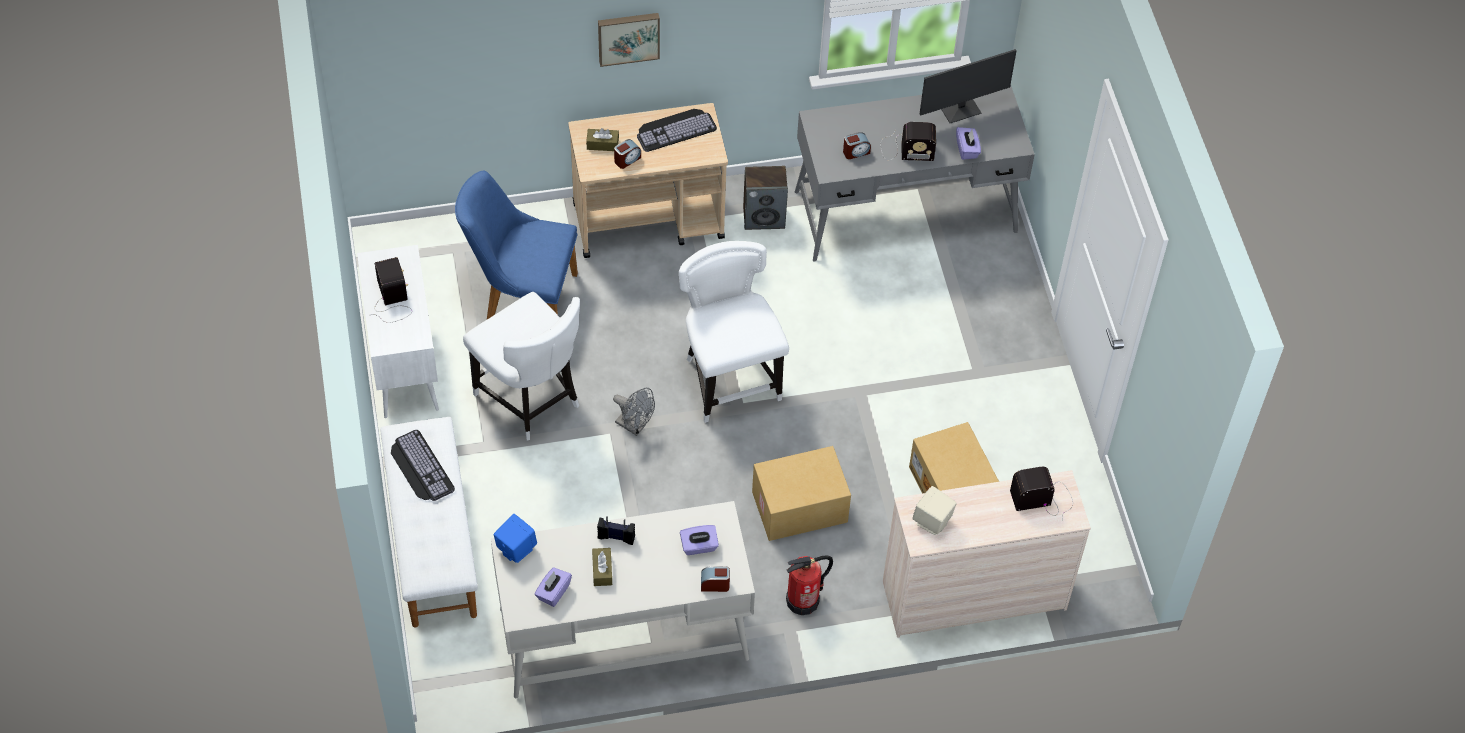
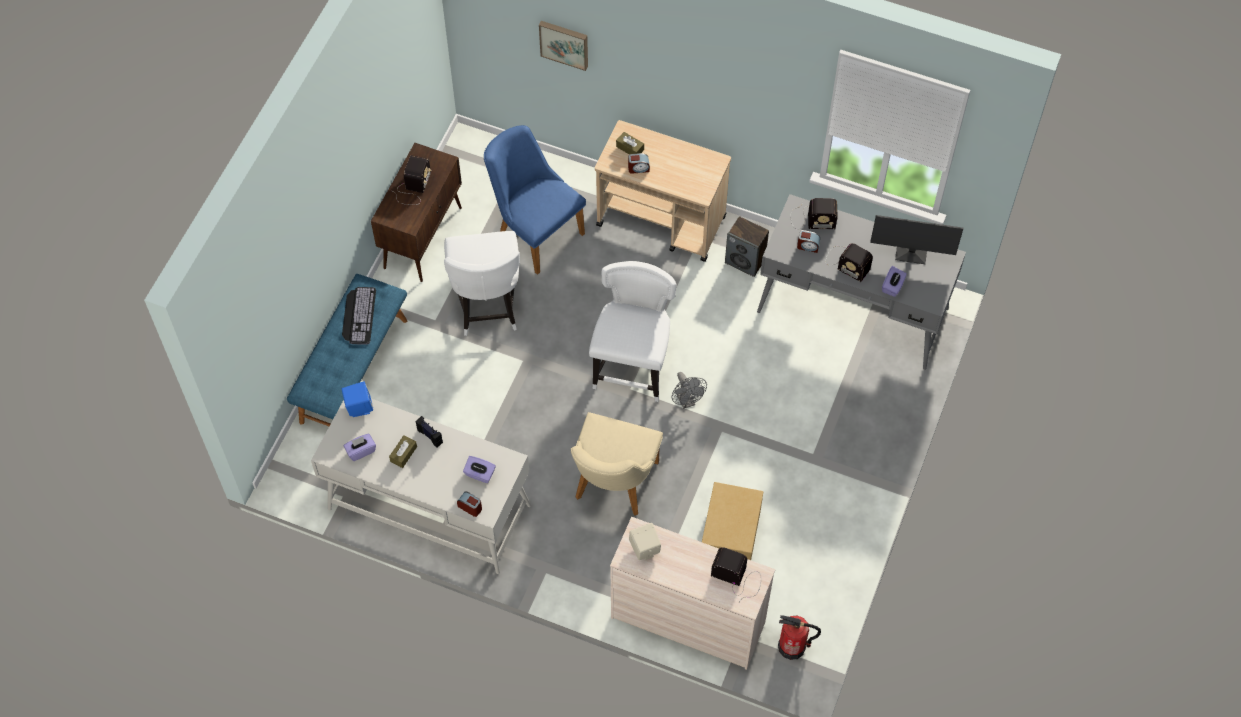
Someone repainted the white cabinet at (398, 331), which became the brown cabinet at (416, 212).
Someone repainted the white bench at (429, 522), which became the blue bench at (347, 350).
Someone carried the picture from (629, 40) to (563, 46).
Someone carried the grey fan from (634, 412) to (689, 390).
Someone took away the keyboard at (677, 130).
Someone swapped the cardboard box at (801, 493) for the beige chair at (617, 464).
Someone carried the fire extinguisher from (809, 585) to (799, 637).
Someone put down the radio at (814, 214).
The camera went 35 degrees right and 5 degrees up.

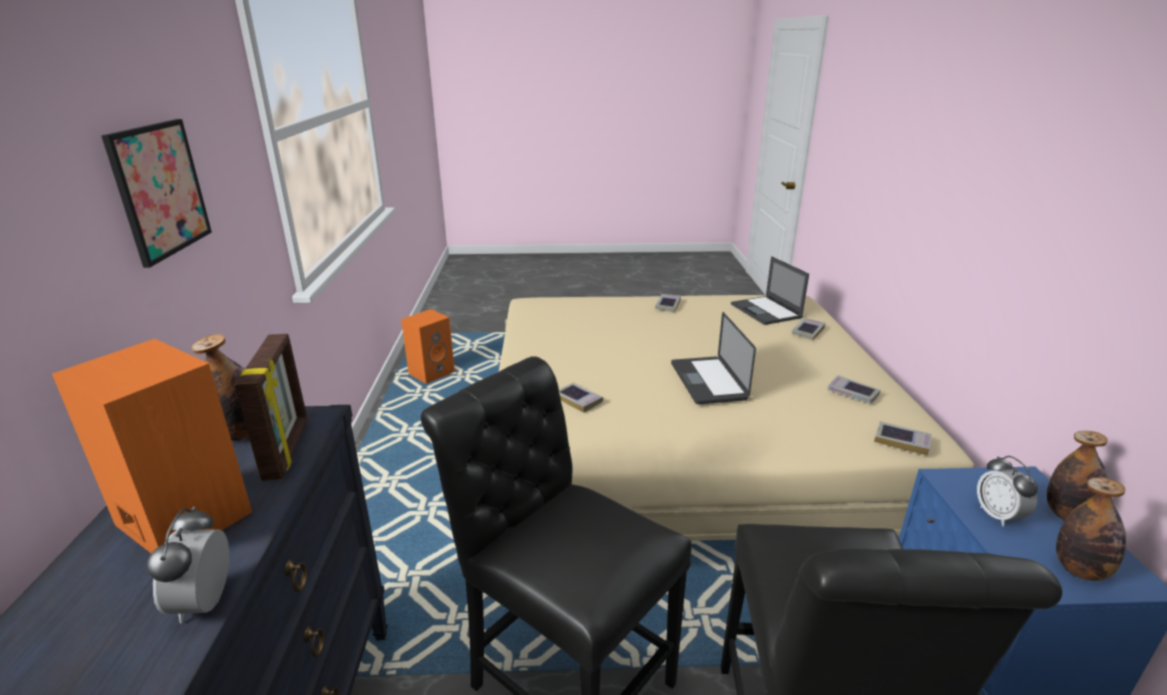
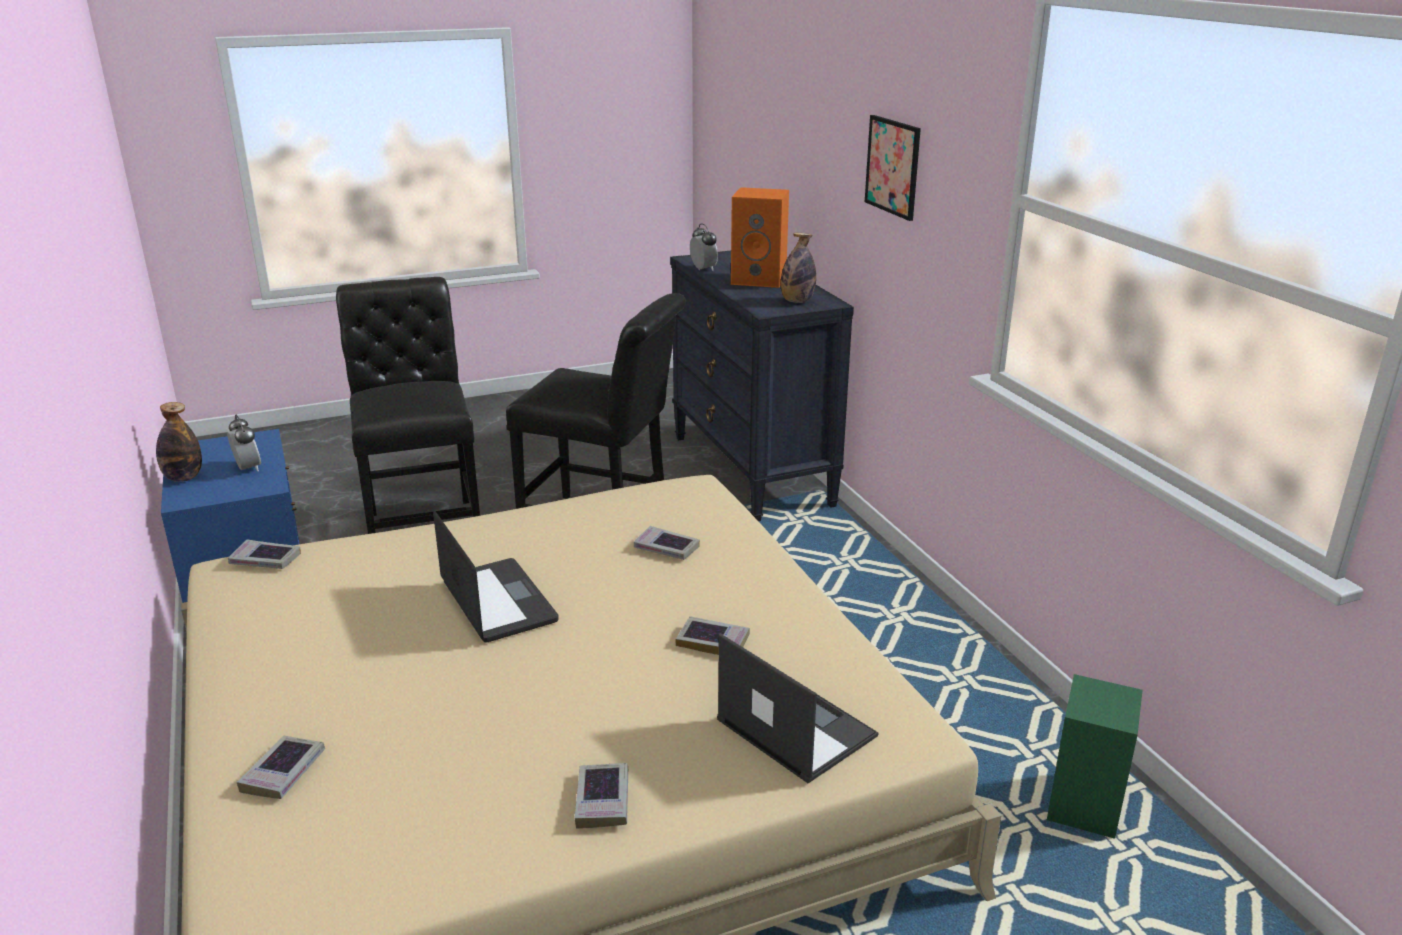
Someone took away the picture frame at (271, 407).
Someone repainted the orange speaker at (428, 346), which became the green speaker at (1095, 756).
Someone carried the laptop from (770, 290) to (797, 708).
Someone carried the book from (854, 389) to (712, 635).
Someone took away the bottle at (1091, 529).
The camera went 160 degrees right and 0 degrees up.

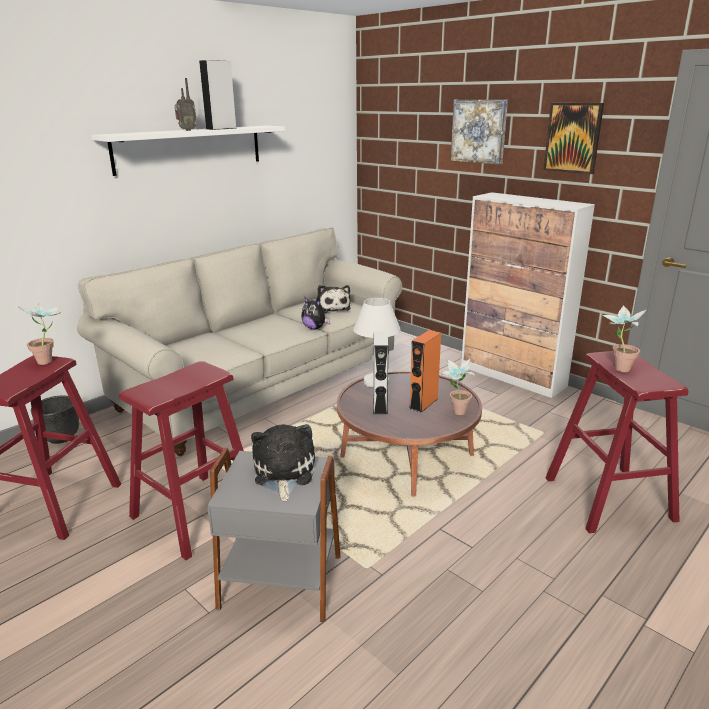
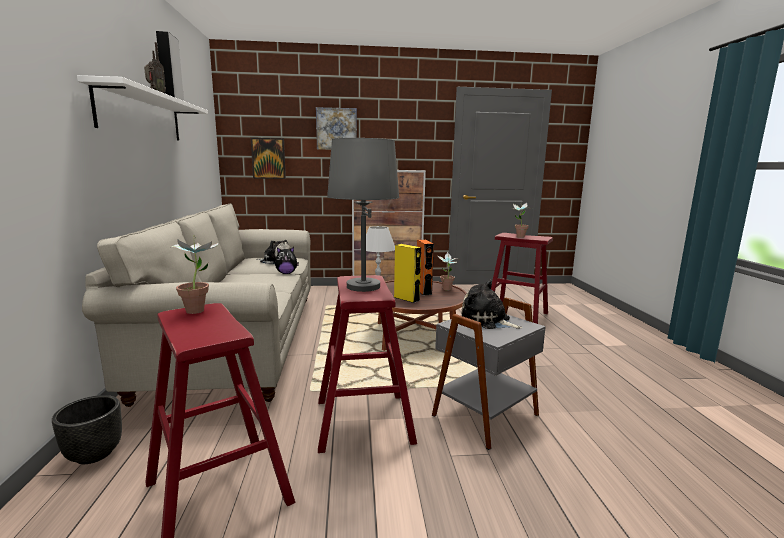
Someone repainted the grey speaker at (380, 373), which became the yellow speaker at (407, 273).
Someone carried the picture from (573, 138) to (268, 158).
Someone put down the grey table lamp at (363, 215).
The camera went 50 degrees left and 10 degrees down.

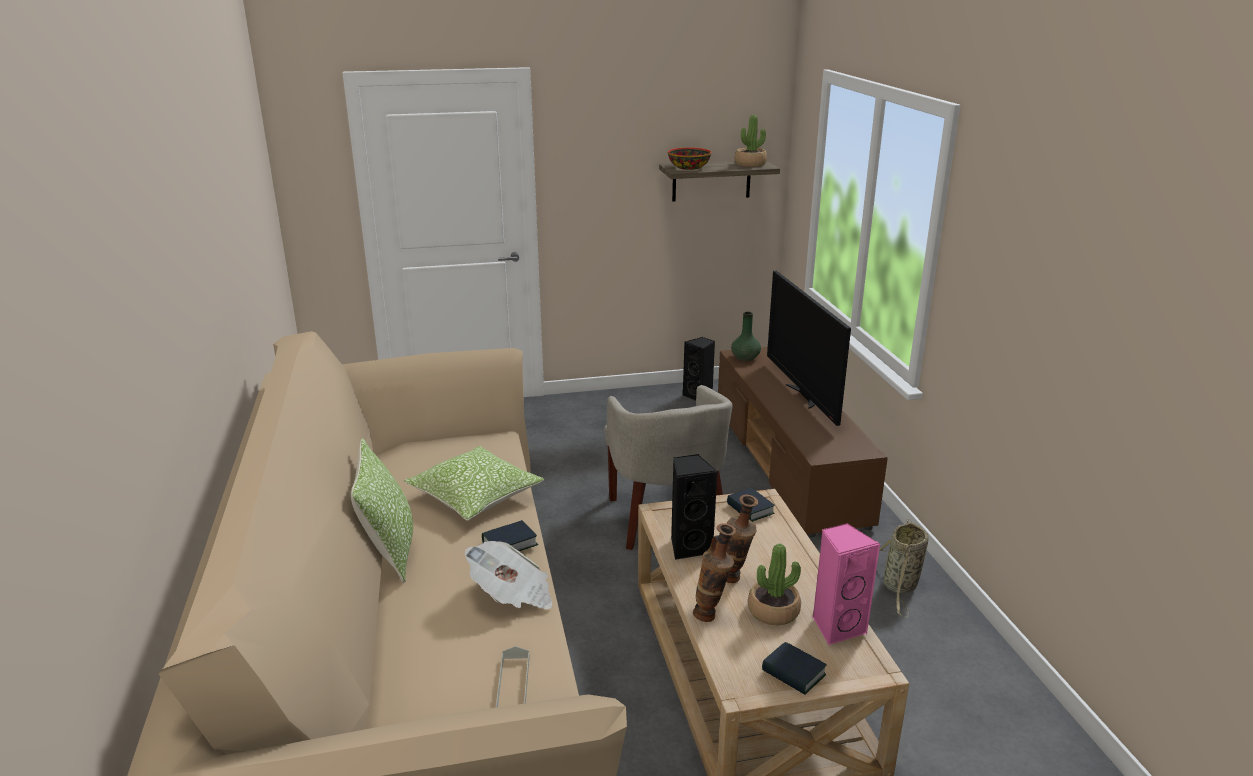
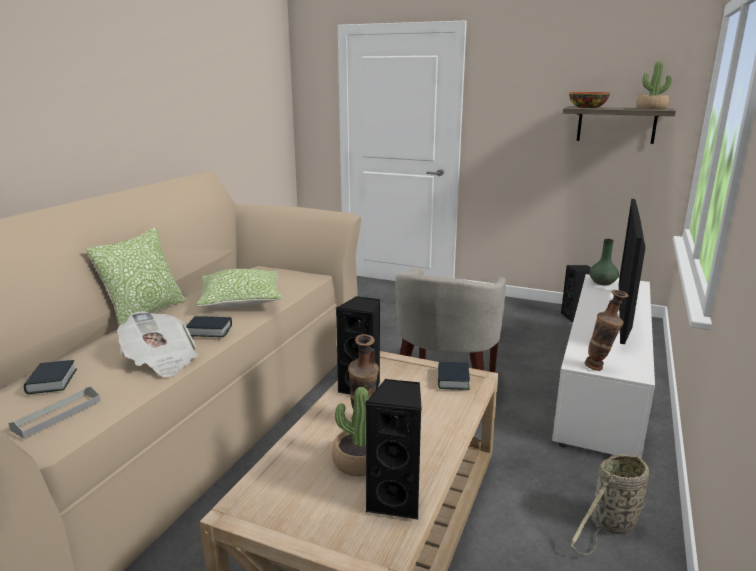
Someone carried the vase from (714, 572) to (607, 330).
Someone repainted the brown tv stand at (803, 442), which became the white tv stand at (603, 366).
Someone carried the book from (794, 668) to (50, 377).
Someone repainted the pink speaker at (846, 584), which became the black speaker at (393, 450).
The camera went 35 degrees right and 5 degrees down.

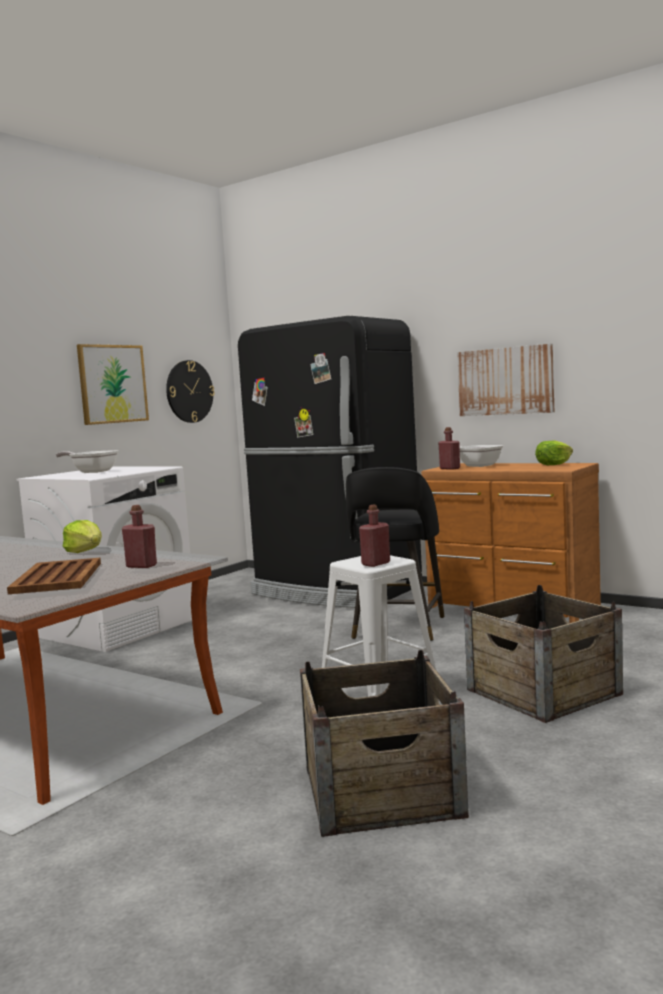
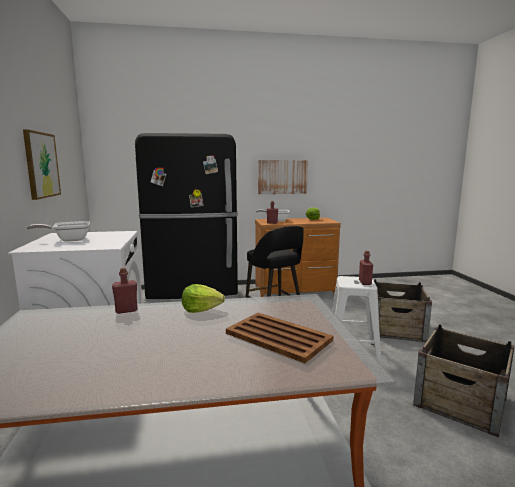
Someone carried the red bottle from (139, 536) to (125, 291).
Someone took away the wall clock at (190, 391).
The camera went 45 degrees left and 5 degrees up.

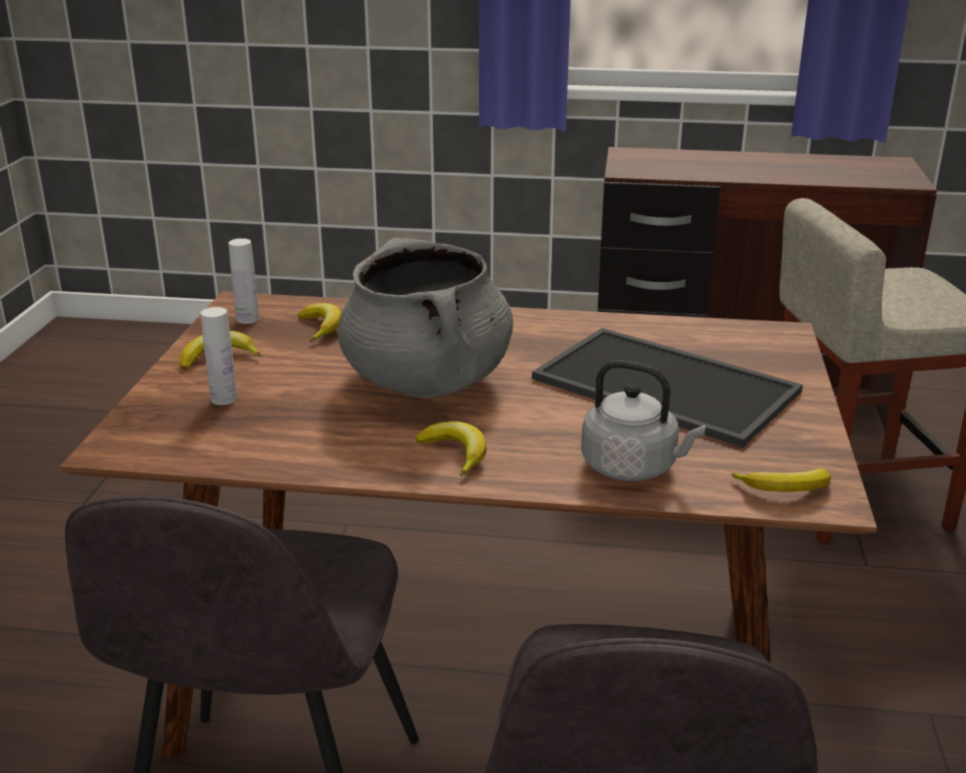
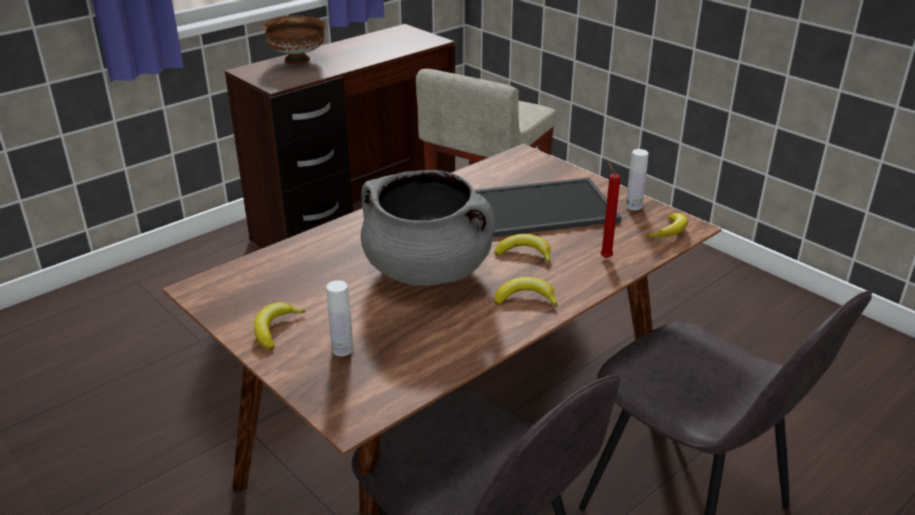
Someone carried the white bottle from (244, 281) to (637, 179).
Someone carried the banana from (319, 322) to (523, 249).
Someone swapped the grey kettle at (643, 420) for the red candle at (610, 210).
Someone put down the brown bowl at (294, 40).
The camera went 50 degrees left and 5 degrees up.

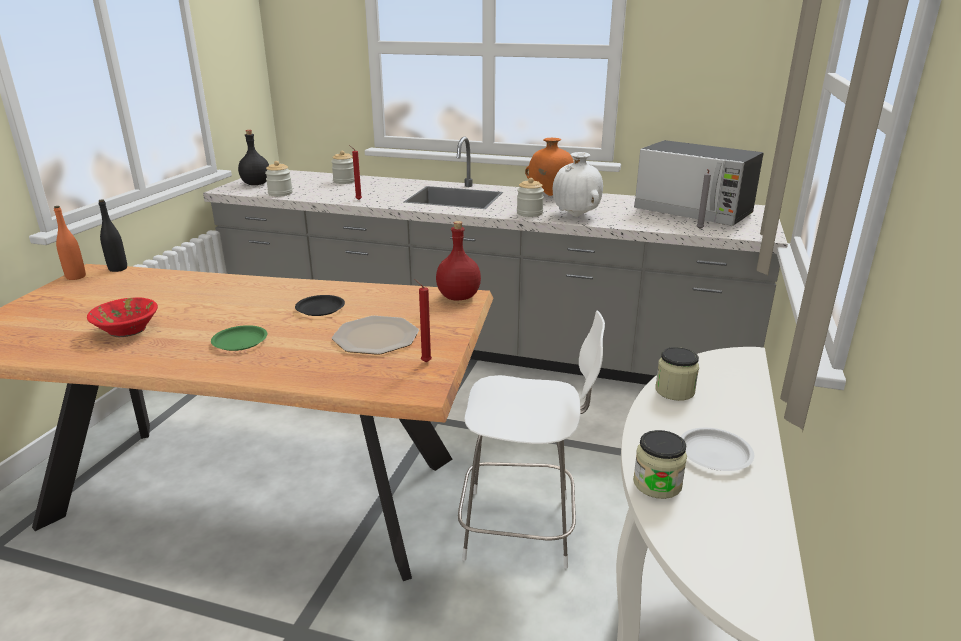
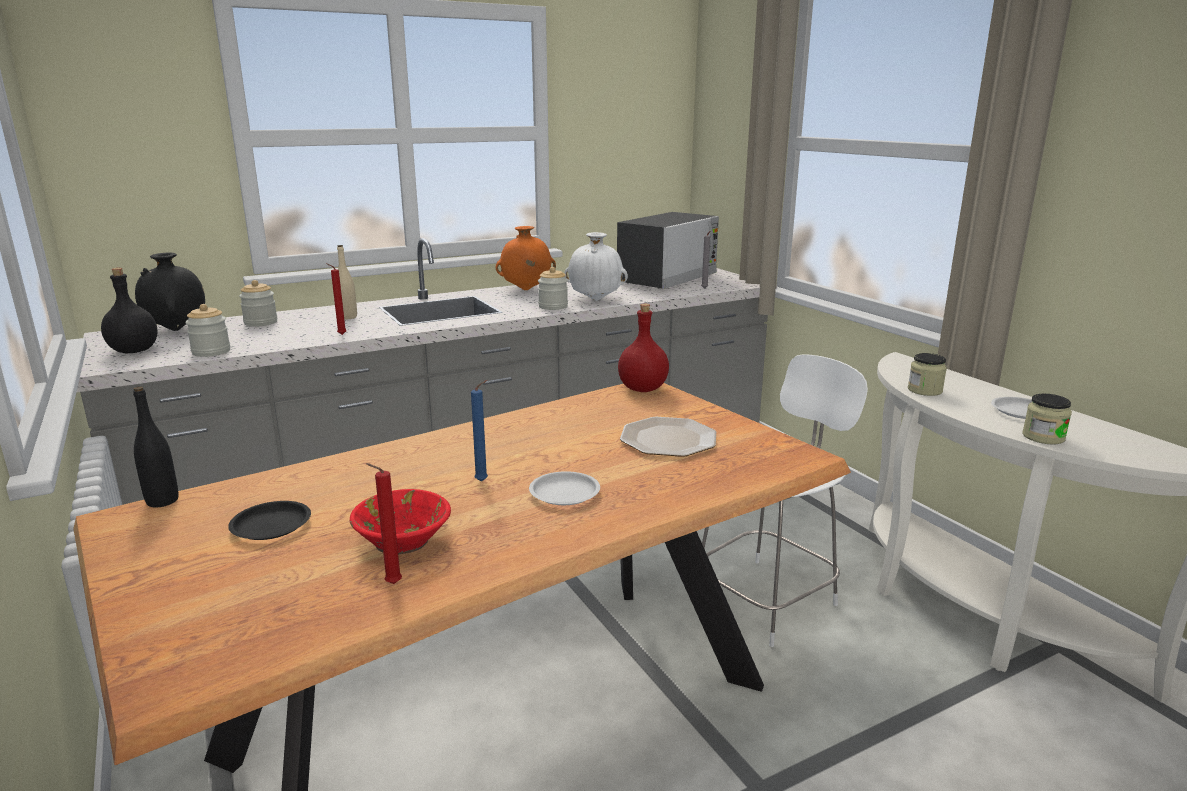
Someone took away the orange bottle at (70, 243).
Someone repainted the green plate at (239, 338), which became the white plate at (564, 488).
Someone carried the black plate from (320, 305) to (269, 520).
Someone carried the red candle from (423, 321) to (384, 523).
Someone rotated the microwave at (699, 183) by 45 degrees counterclockwise.
Someone put down the black vase at (170, 291).
Someone put down the beige bottle at (347, 282).
Someone put down the blue candle at (479, 431).
The camera went 45 degrees left and 5 degrees down.

